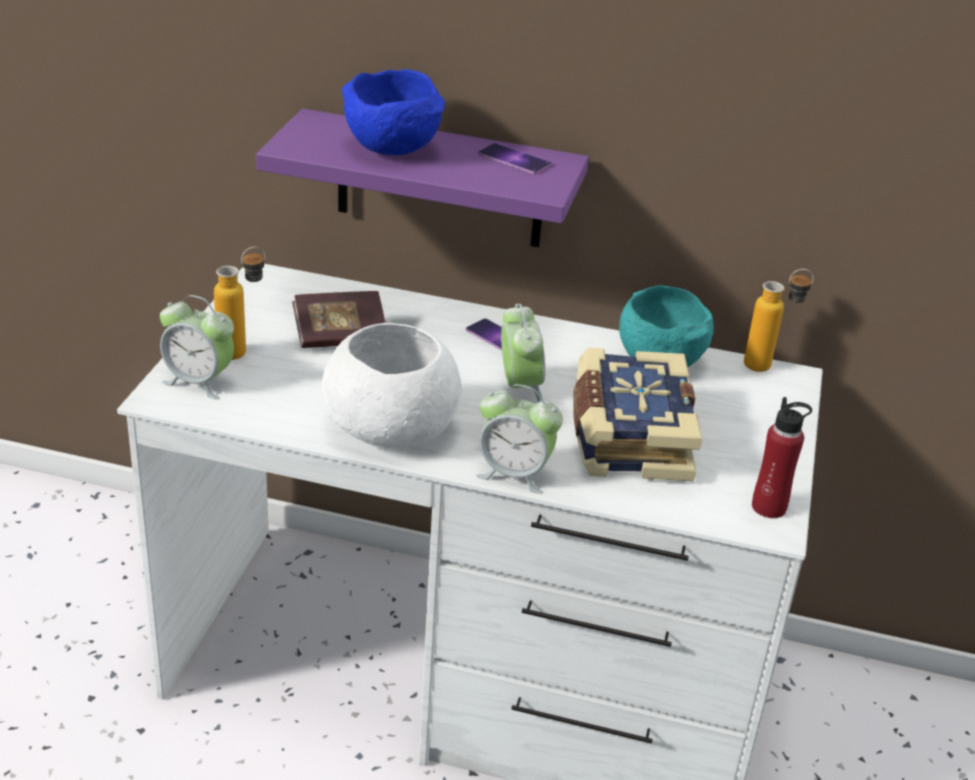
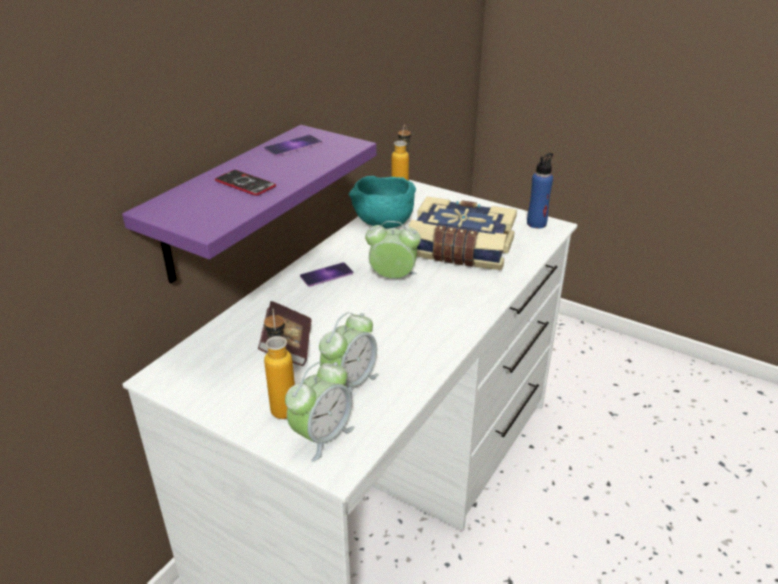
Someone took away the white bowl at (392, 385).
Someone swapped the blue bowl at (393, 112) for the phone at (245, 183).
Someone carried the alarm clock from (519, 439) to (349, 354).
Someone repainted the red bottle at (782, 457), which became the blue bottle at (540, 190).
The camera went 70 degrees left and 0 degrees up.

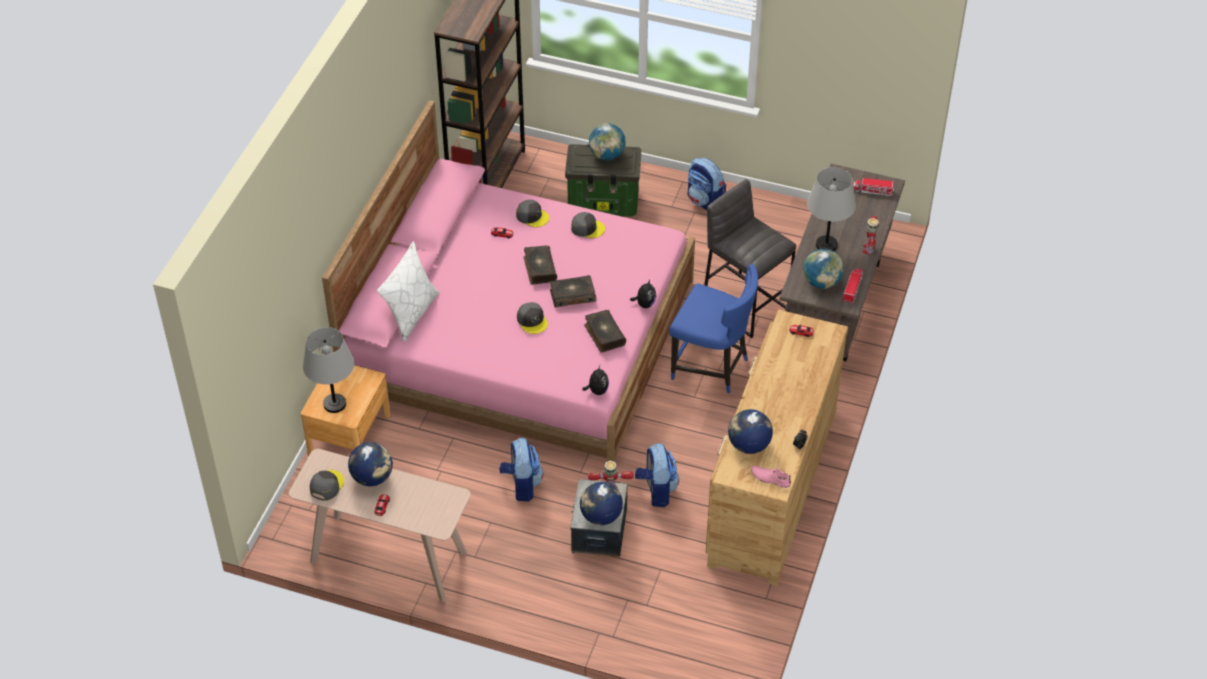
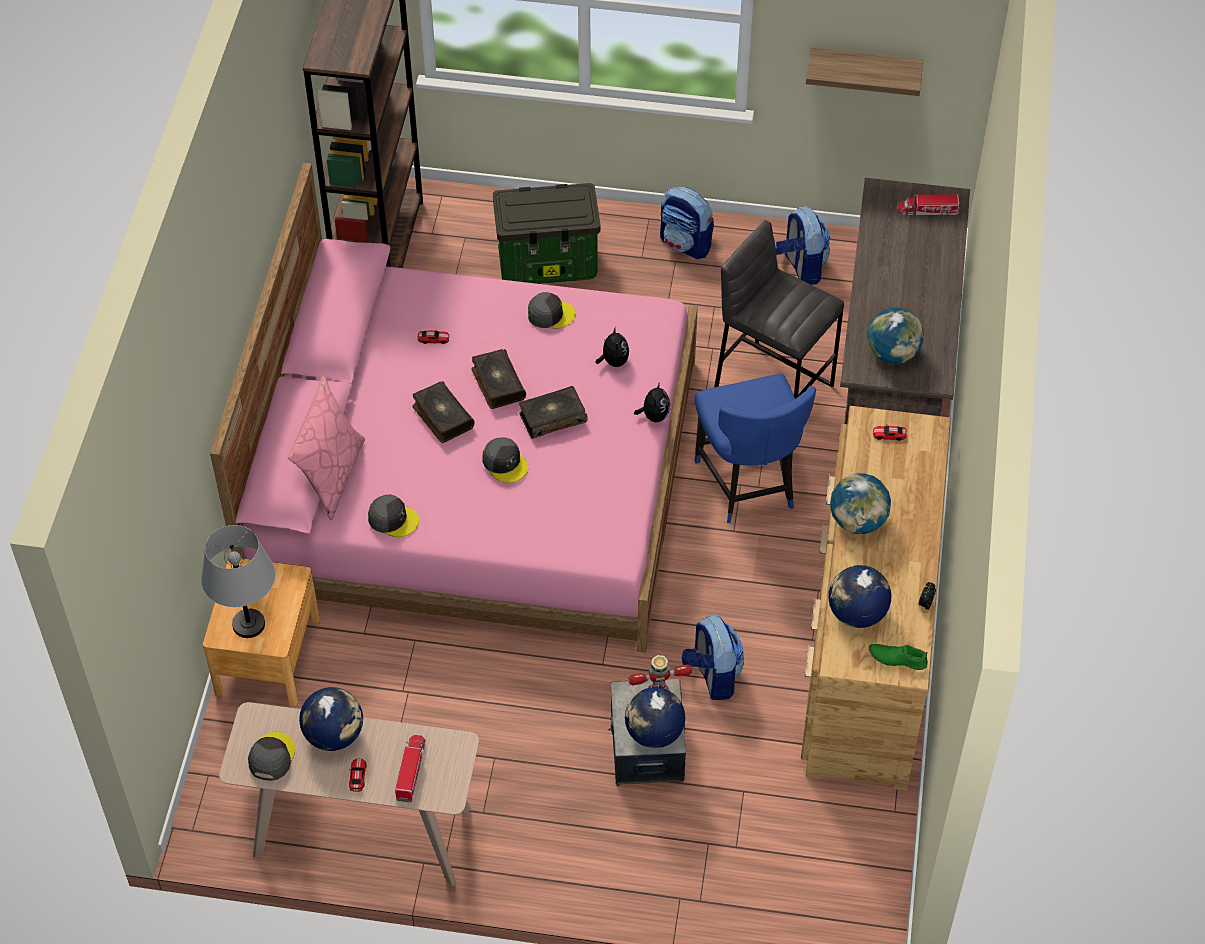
Someone repainted the white pillow at (408, 291), which became the pink pillow at (326, 448).
Someone carried the backpack from (521, 470) to (803, 245).
Someone carried the grey cap from (532, 213) to (393, 515).
Someone carried the plush toy from (595, 380) to (612, 346).
Someone carried the book from (605, 331) to (443, 412).
Someone carried the globe from (607, 142) to (860, 503).
Someone rotated the blue chair at (713, 329) by 60 degrees clockwise.
Someone repainted the pink shoe at (771, 477), which became the green shoe at (898, 657).
Someone took away the grey table lamp at (831, 209).
Someone carried the toy truck from (853, 286) to (410, 769).
Someone took away the toy robot at (870, 235).
Someone put up the shelf at (864, 72).
The camera went 10 degrees left and 5 degrees up.

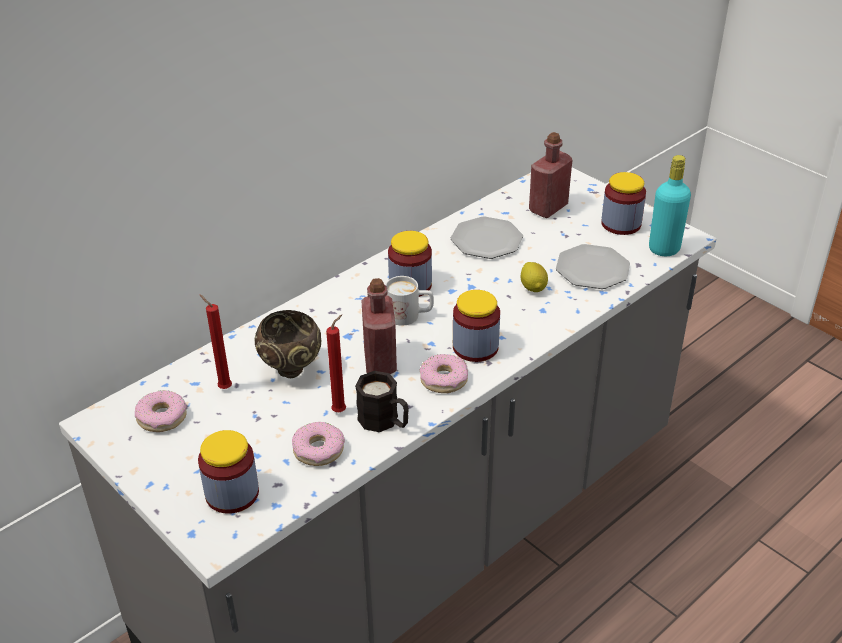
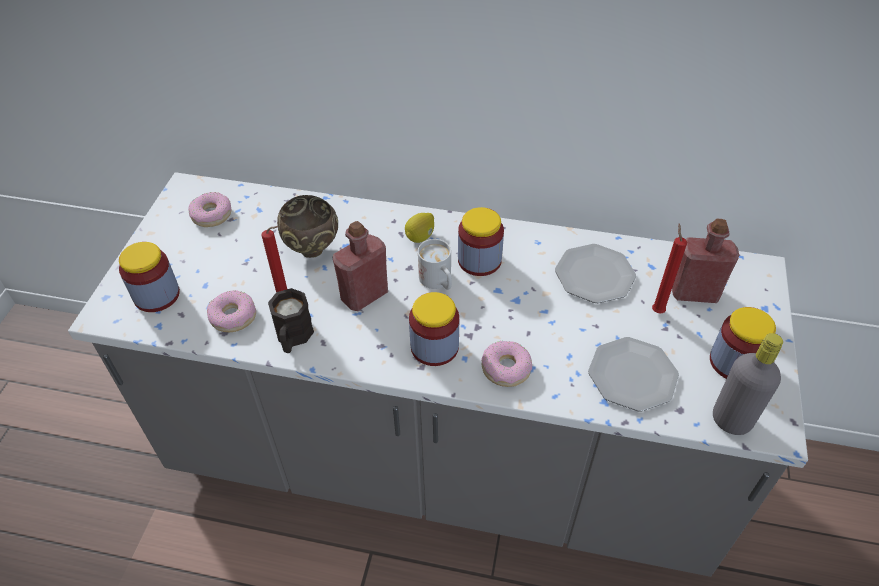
Someone carried the red candle from (216, 342) to (669, 269).
Someone carried the donut from (443, 373) to (506, 364).
Someone carried the lemon from (534, 277) to (419, 228).
Someone repainted the turquoise bottle at (670, 205), which became the grey bottle at (748, 384).
The camera went 55 degrees right and 10 degrees up.

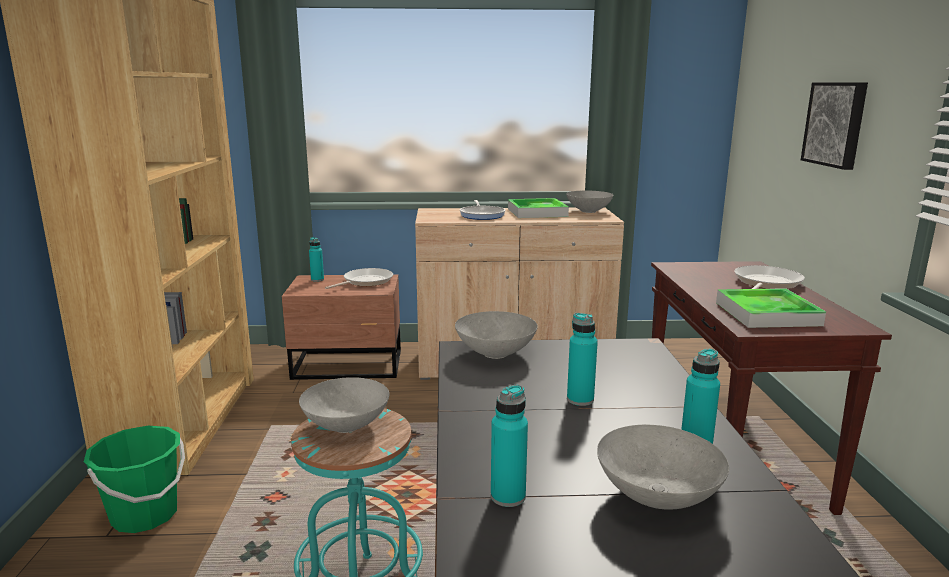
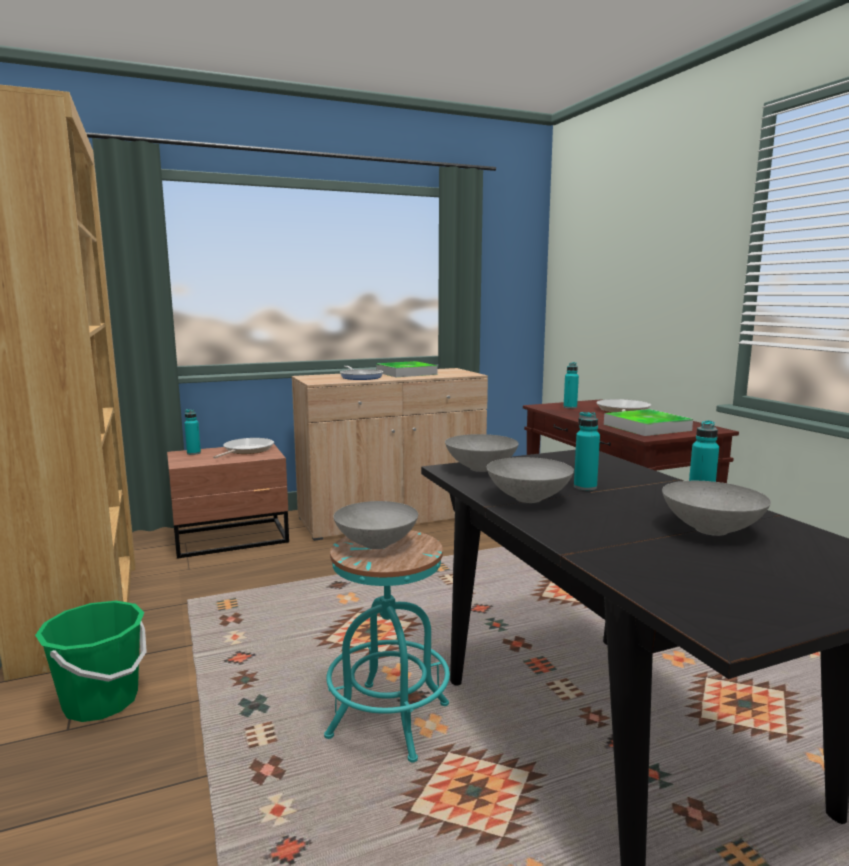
Someone carried the turquoise bottle from (509, 446) to (571, 385).
Someone carried the grey bowl from (590, 201) to (530, 480).
Someone took away the picture at (834, 126).
The camera went 20 degrees left and 5 degrees down.

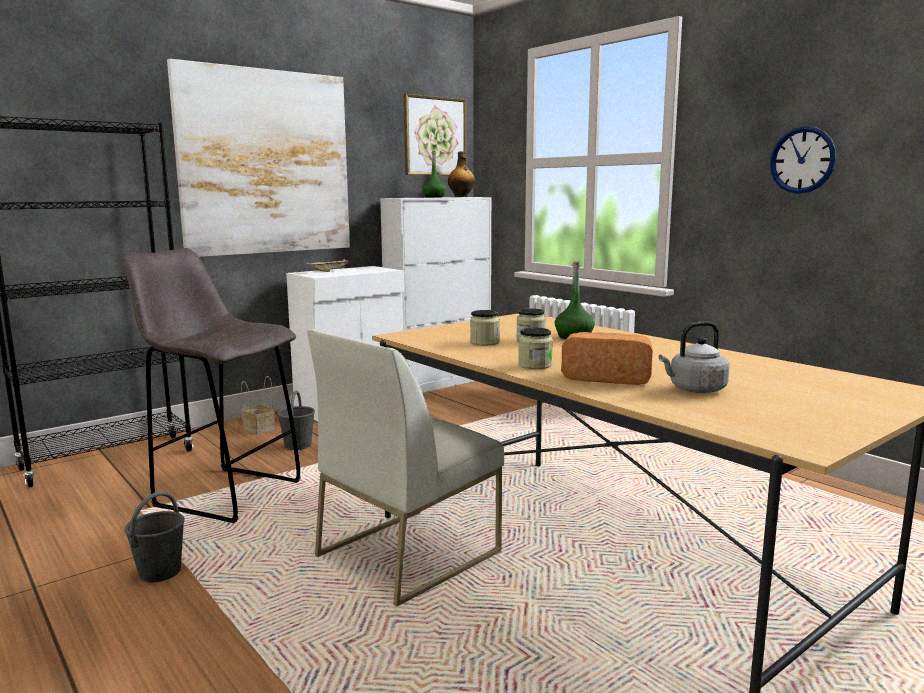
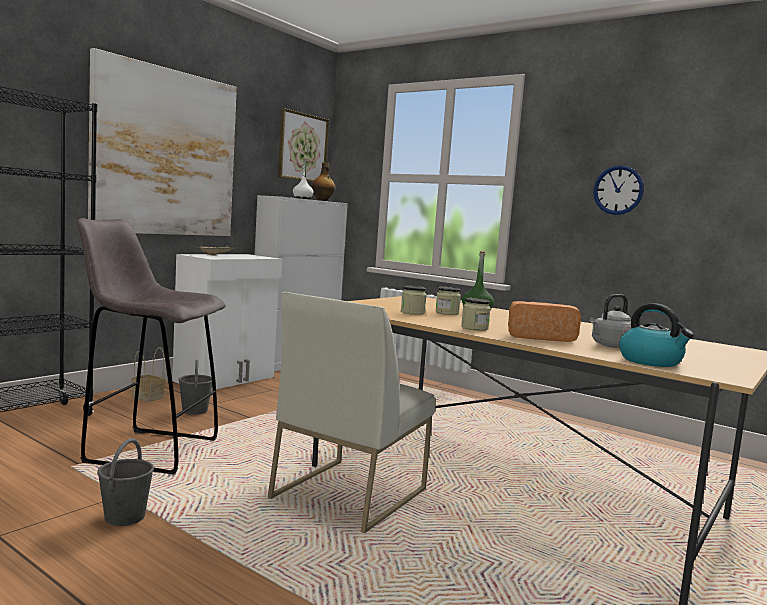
Someone repainted the green bottle at (434, 174), which became the white bottle at (303, 179).
Someone put down the kettle at (656, 335).
The camera went 15 degrees left and 5 degrees down.

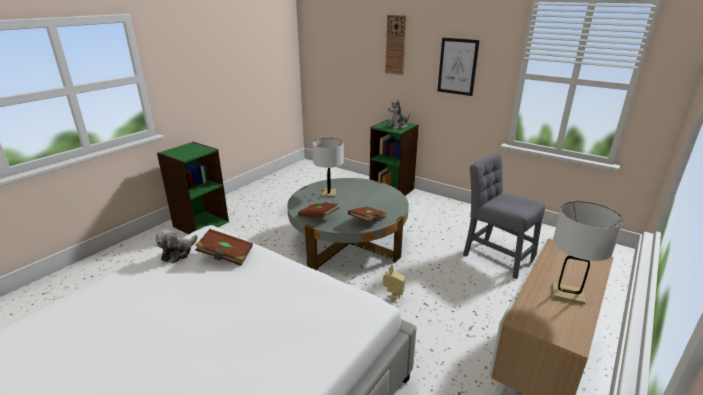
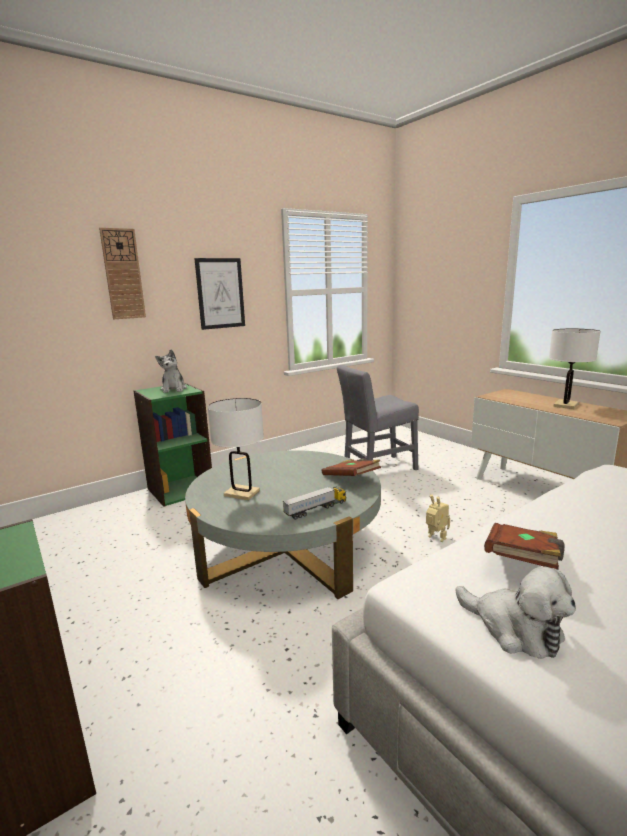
Someone swapped the brown book at (318, 209) for the toy truck at (314, 503).
The camera went 70 degrees left and 10 degrees down.

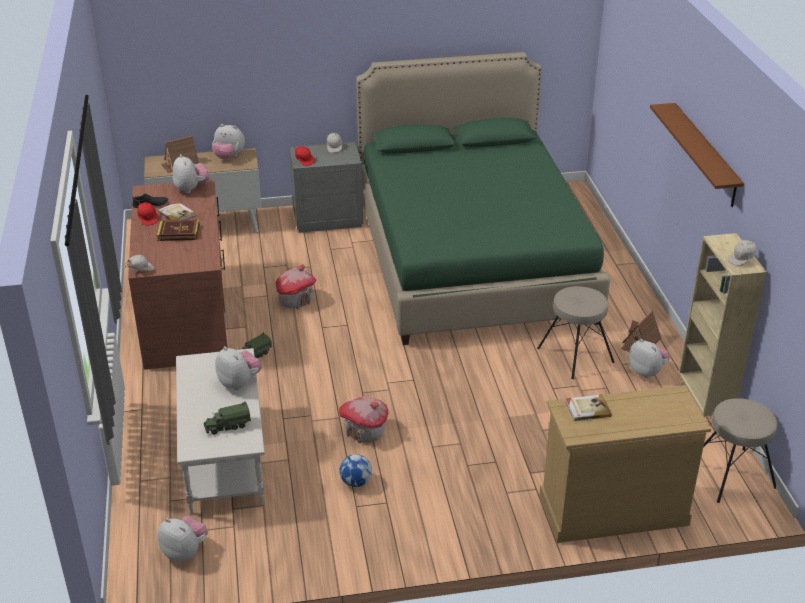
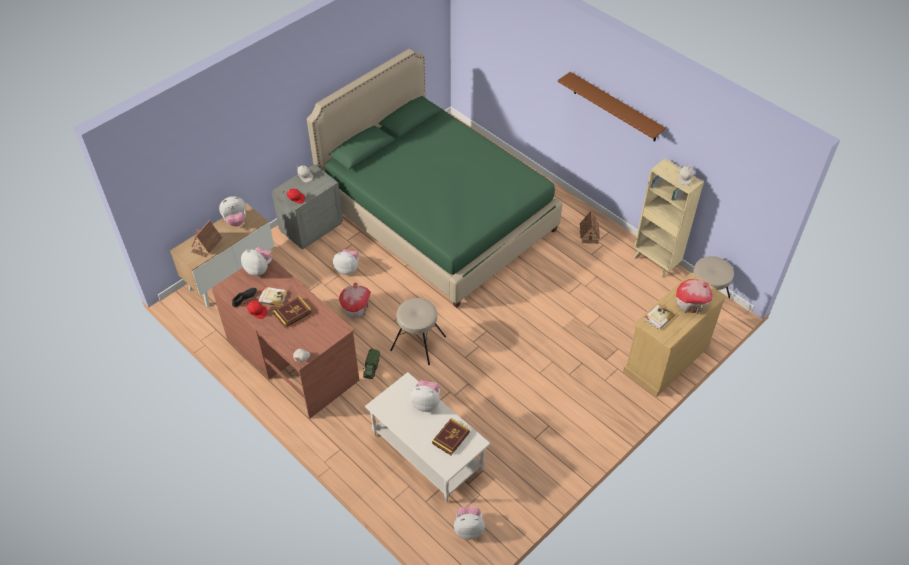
Someone swapped the toy truck at (227, 418) for the book at (451, 436).
Someone carried the toy house from (363, 419) to (694, 296).
Someone took away the football at (355, 470).
Someone carried the beige stool from (575, 332) to (418, 331).
Someone carried the plush toy from (649, 358) to (346, 262).
The camera went 35 degrees left and 15 degrees up.

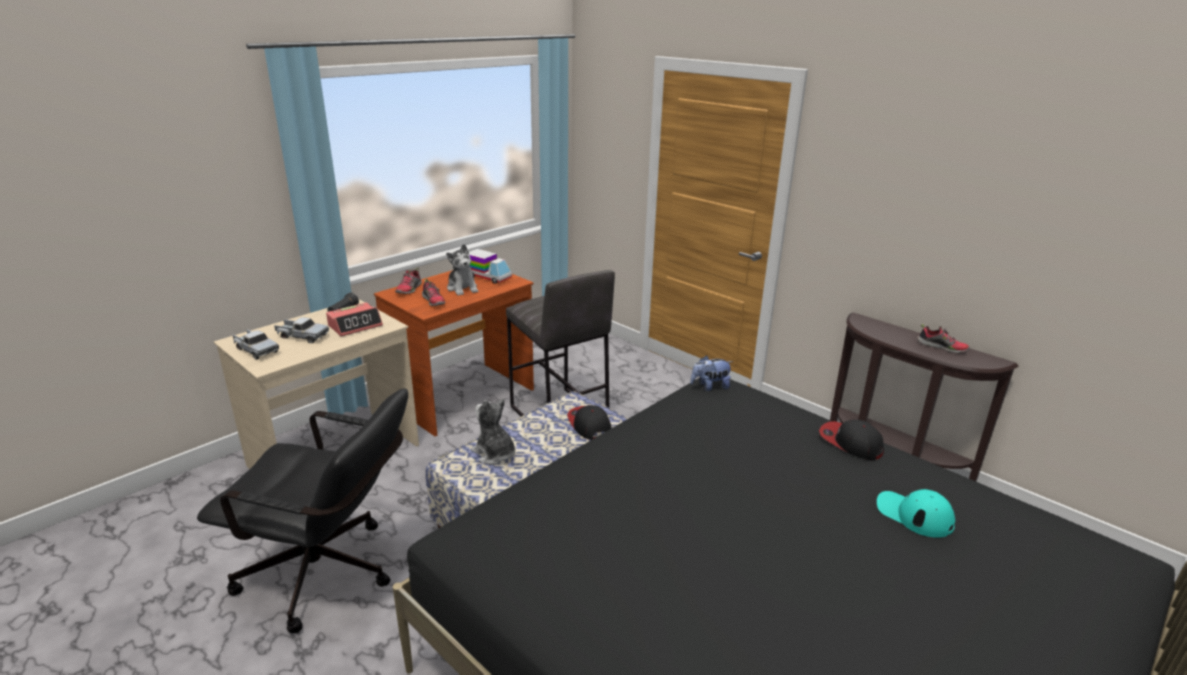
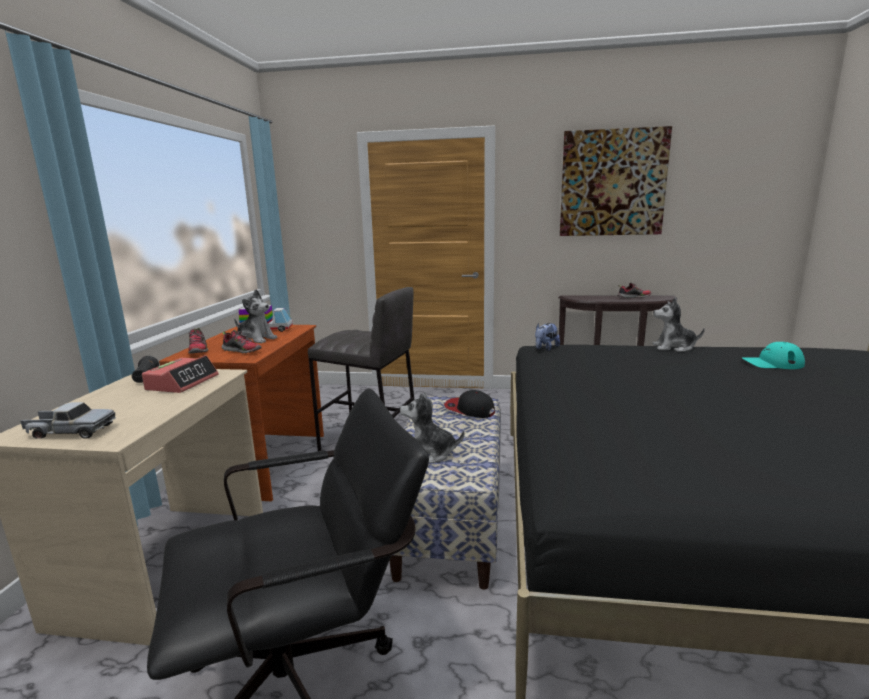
Someone took away the toy truck at (301, 330).
Someone swapped the cap at (851, 439) for the plush toy at (678, 325).
Someone put up the picture at (616, 181).
The camera went 35 degrees left and 10 degrees down.

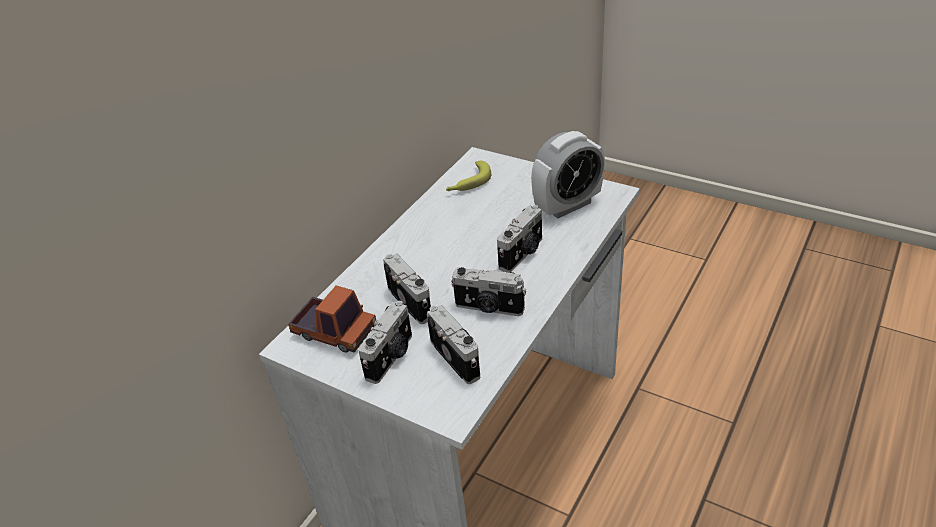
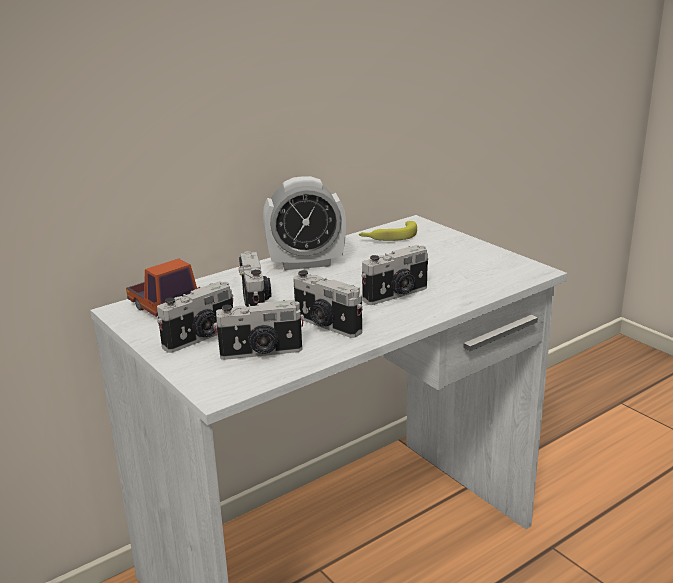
Someone rotated the photo camera at (453, 344) by 90 degrees clockwise.
Someone carried the alarm clock from (568, 175) to (304, 223).
The camera went 20 degrees right and 15 degrees down.

